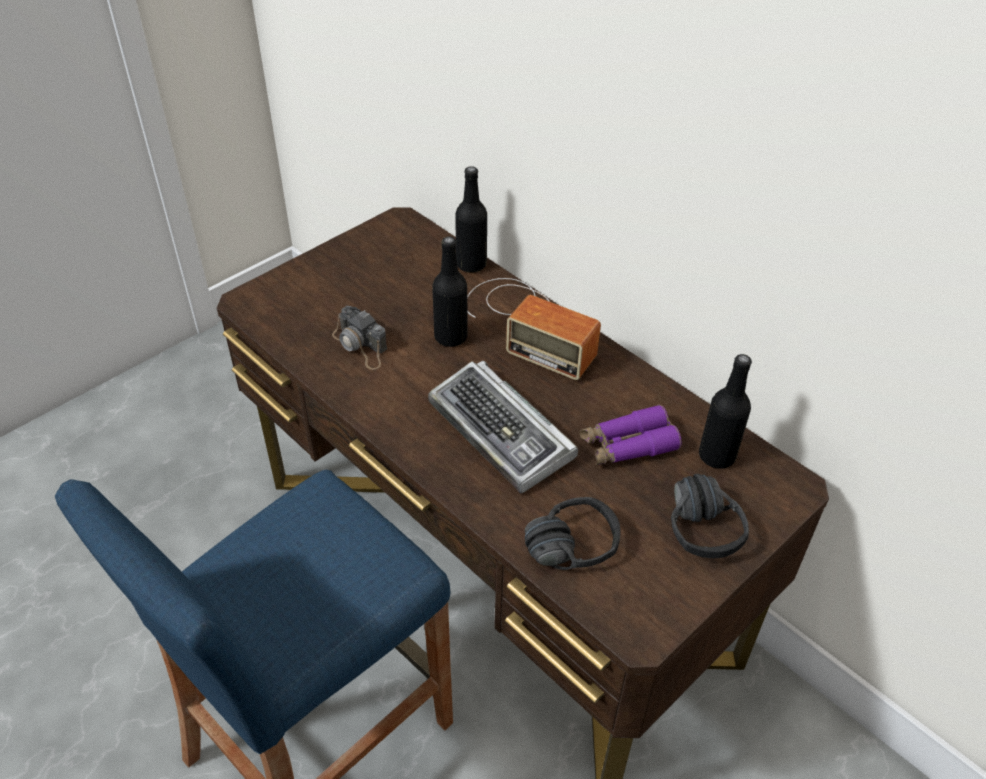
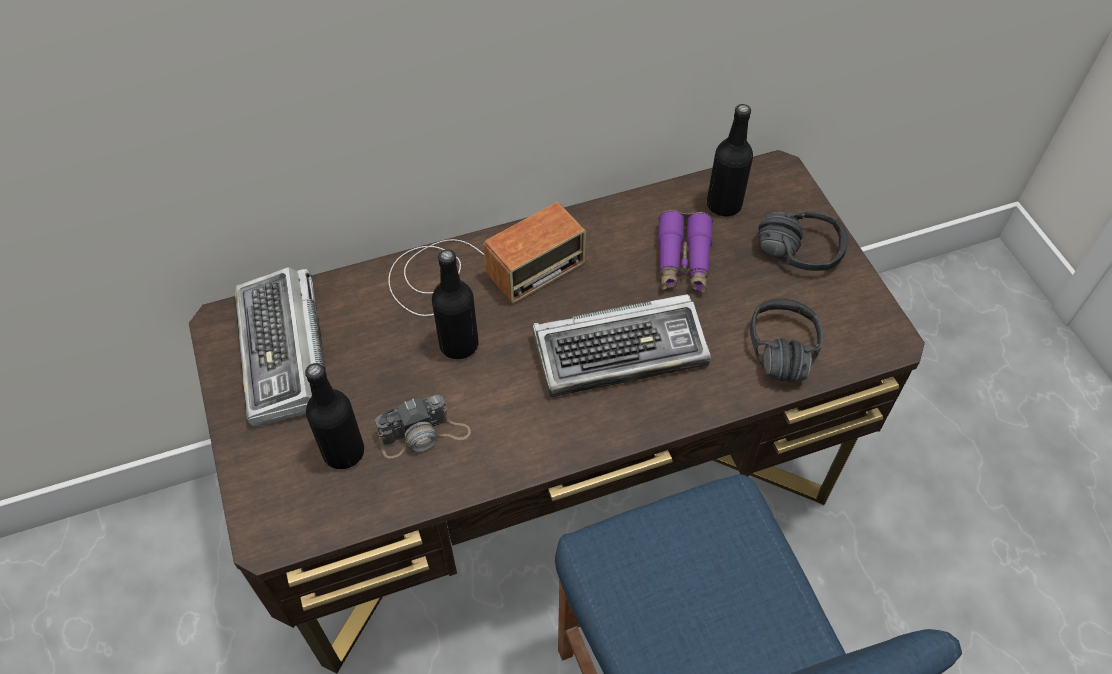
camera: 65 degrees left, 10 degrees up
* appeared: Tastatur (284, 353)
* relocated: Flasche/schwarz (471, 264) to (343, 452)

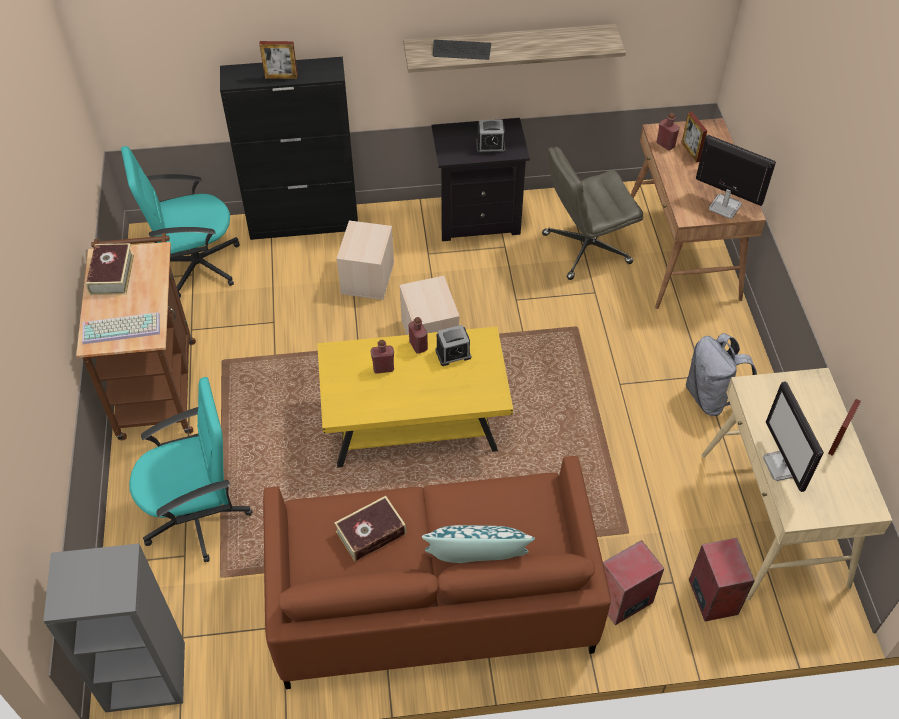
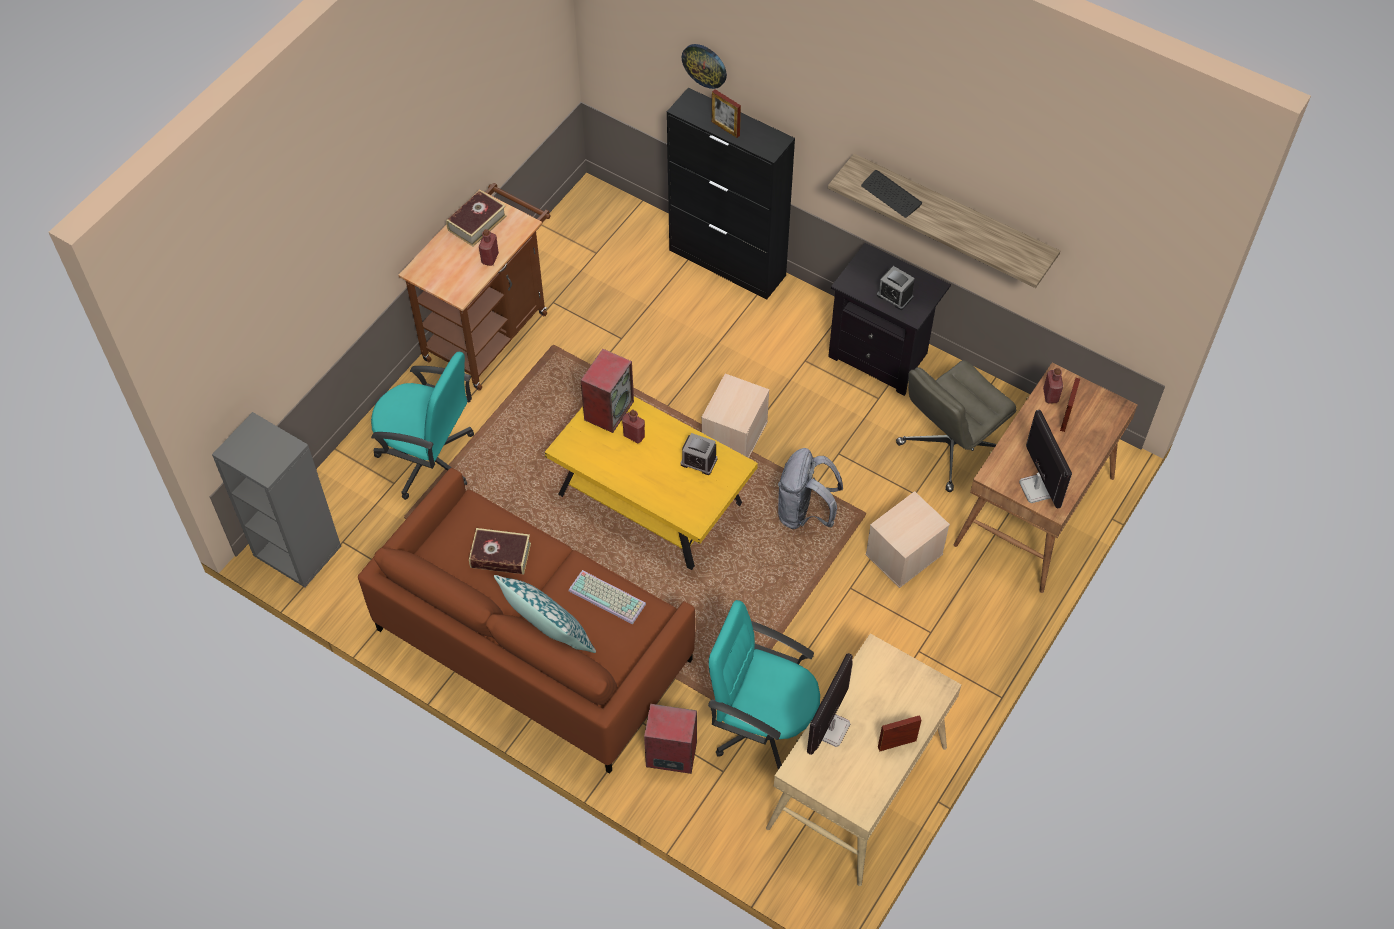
camera: 40 degrees right, 5 degrees up
* relocated: Flasche/rot (418, 346) to (490, 258)
* relocated: Tastatur (122, 327) to (608, 596)
* relocated: Lautsprecher (712, 596) to (608, 410)
* appeared: Wanduhr (705, 65)
* relocated: Bürostuhl/türkis (196, 265) to (763, 725)
* relocated: Rucksack/grau (711, 397) to (805, 513)
* relocated: Aufbewahrungsbox/beige (368, 278) to (904, 555)
* spun: Bürostuhl/grau (585, 249) = (949, 448) 60 degrees counterclockwise

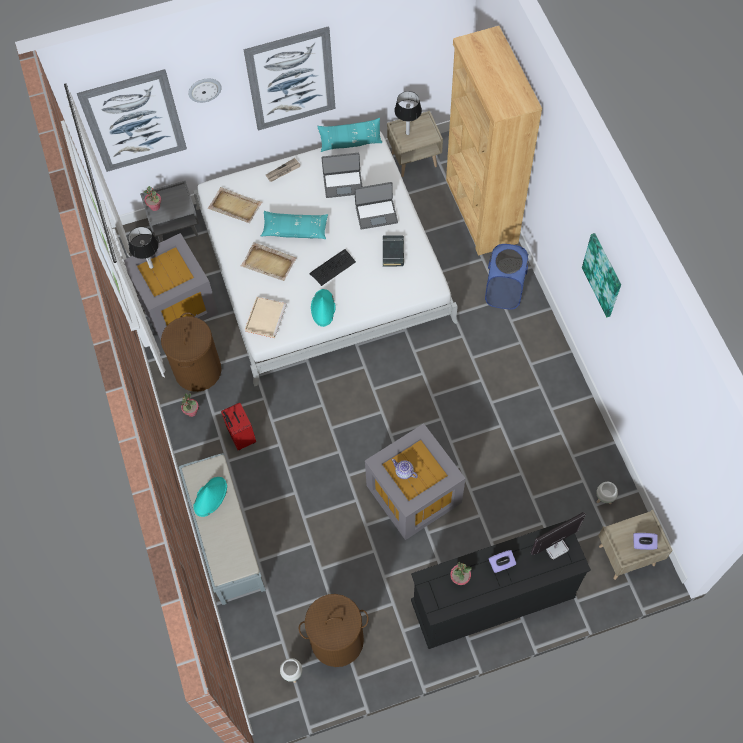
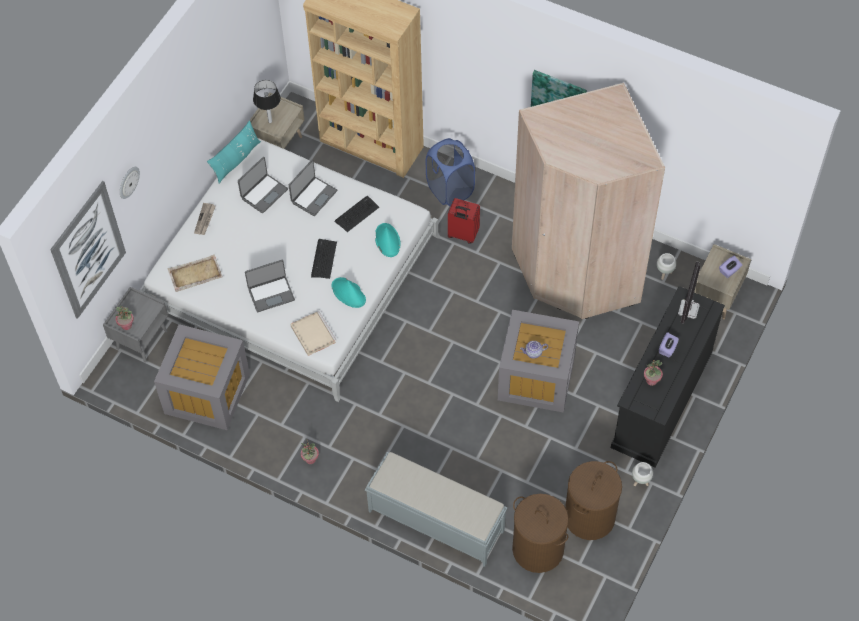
camera: 45 degrees left, 5 degrees down
* exchanged: Tablett/beige (269, 263) to Laptop (271, 293)
* exchanged: Buch/schwarz (393, 252) to Tastatur (356, 214)
* relocated: Hut/türkis (210, 496) to (387, 240)
* relocated: Koffer/rot (241, 437) to (462, 235)
* appeared: Kleiderschrank/beige (577, 273)
* relocated: Wäschekorb/braun (197, 370) to (537, 549)
* relocated: Pflanzkübel/weiß (292, 674) to (640, 482)
* missing: Tischlampe (151, 266)
* missing: Bild (291, 79)
* missing: Kissen/türkis (295, 229)

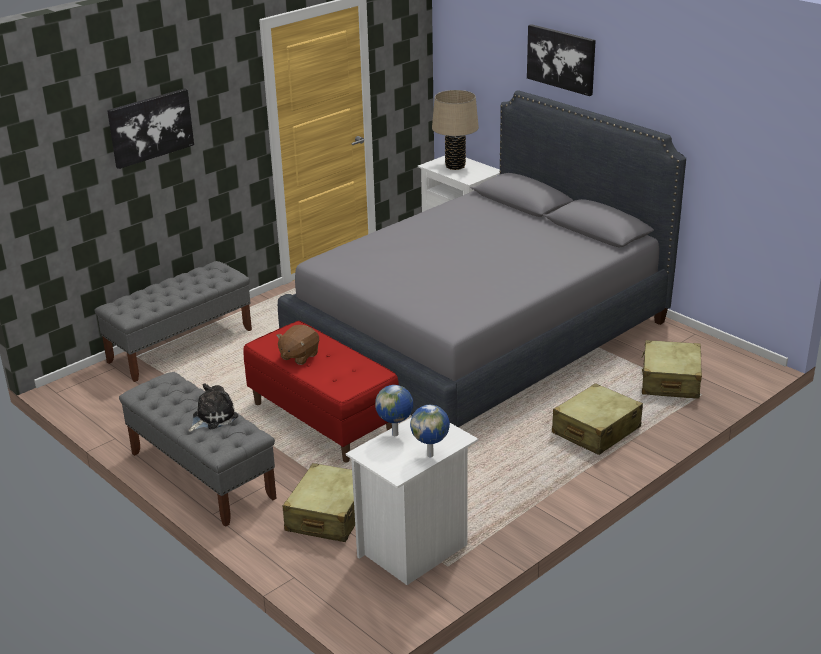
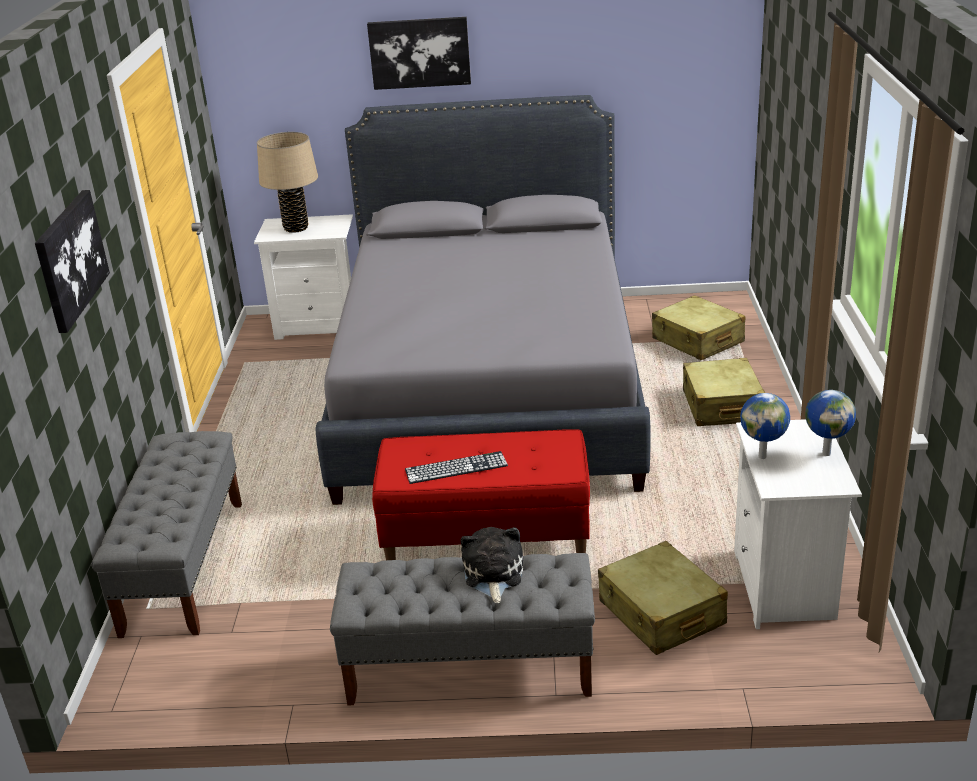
camera: 45 degrees left, 0 degrees up
* exchanged: Plüschtier/braun (299, 356) to Tastatur (456, 467)

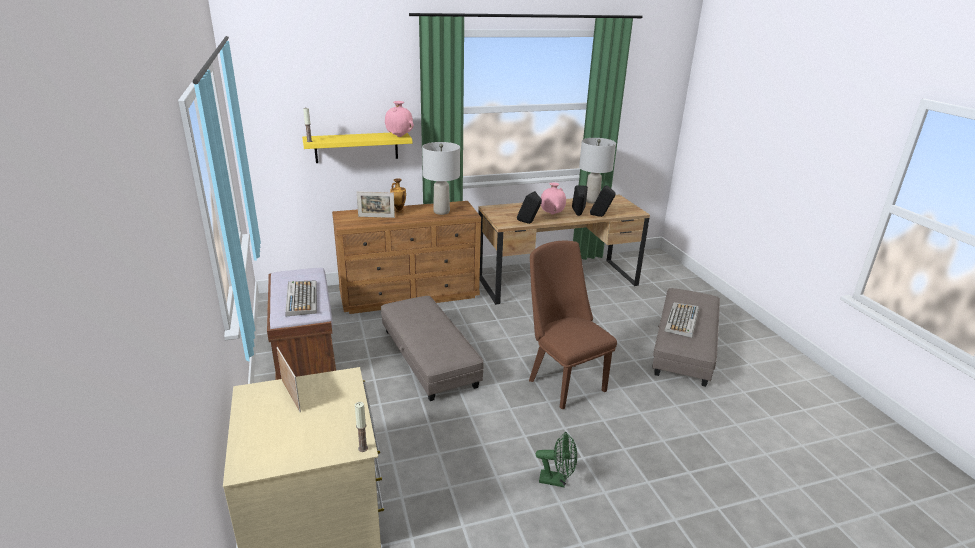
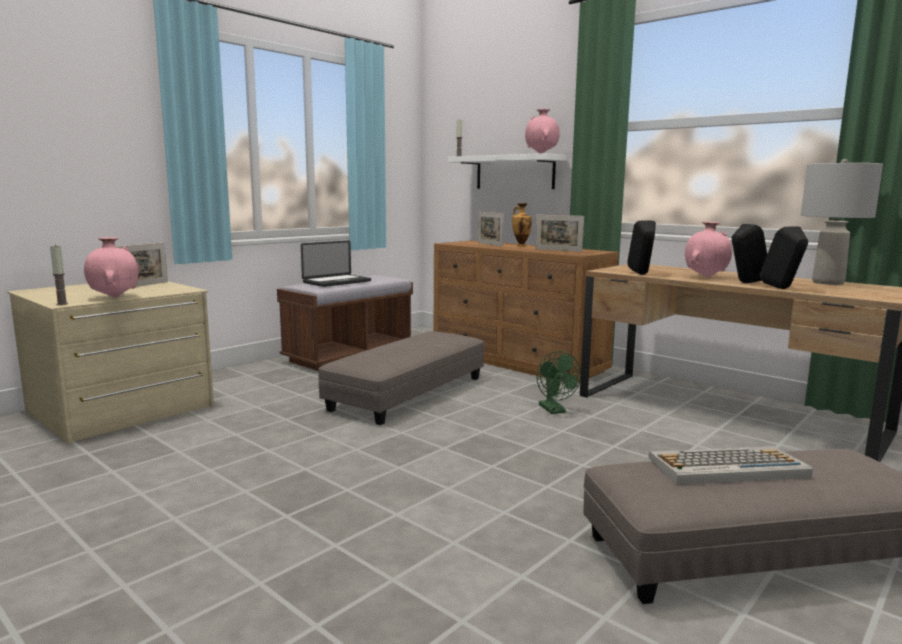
camera: 60 degrees right, 15 degrees down
* appeared: Vase/rosa (114, 297)
* exchanged: Tastatur (301, 298) to Laptop (337, 282)
* colour: Wandregal/gelb (356, 147) to Wandregal/weiß (514, 172)
* exchanged: Tischlampe/grau (441, 211) to Bilderrahmen (558, 250)
* relocated: Ventilator/grün (557, 480) to (554, 410)
* missing: Stuhl/braun (563, 381)

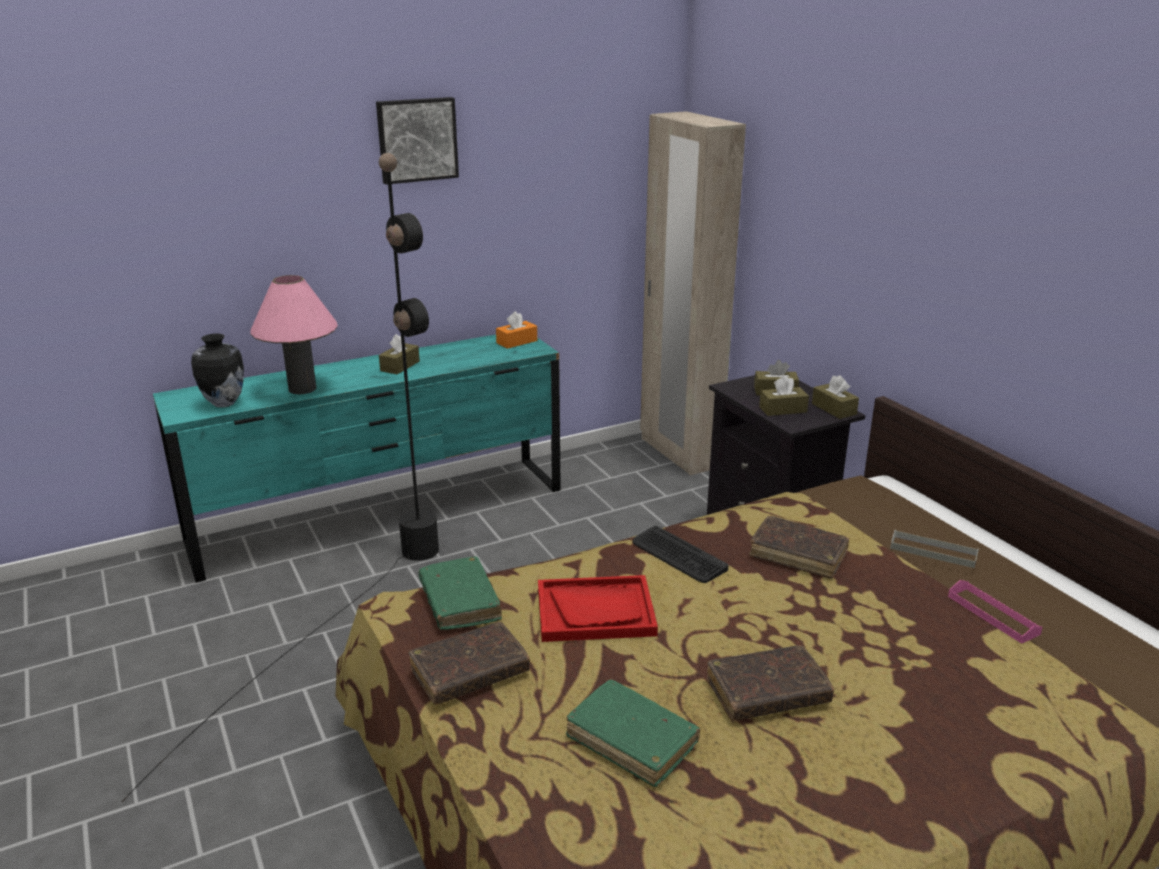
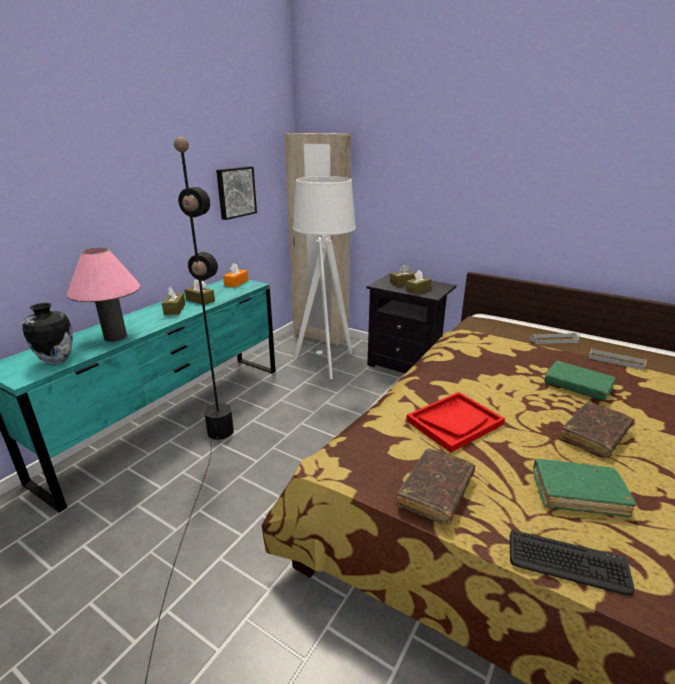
camera: 30 degrees left, 0 degrees up
* relocated: Taschentuchbox/braun (834, 409) to (200, 300)
* relocated: Bild (417, 140) to (235, 192)
* appeared: Stehlampe/weiß (326, 362)
* relocated: Tastatur (678, 555) to (567, 563)
* relocated: Buch/grün (459, 602) to (577, 386)
* colour: Tablett/rosa (992, 615) to Tablett/grau (616, 361)
* missing: Buch/braun (798, 555)

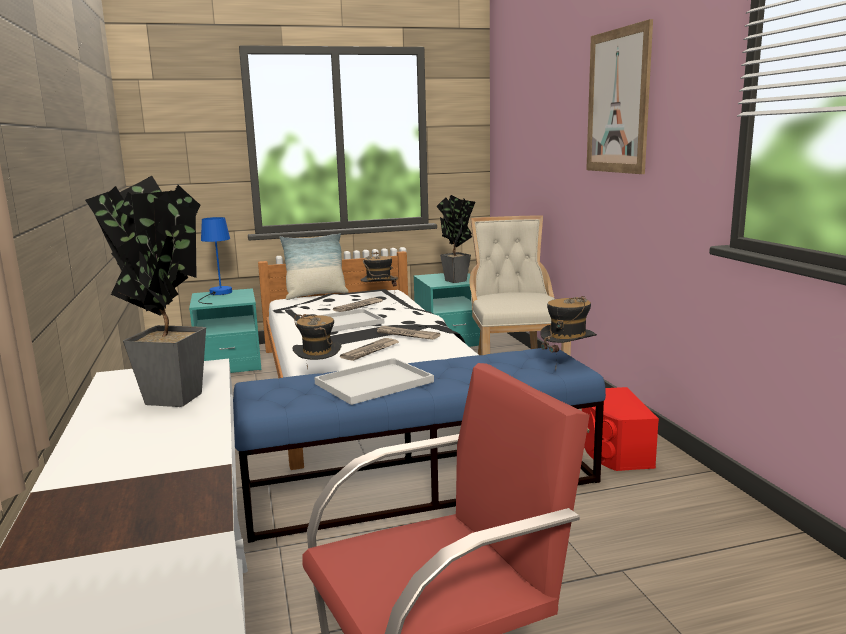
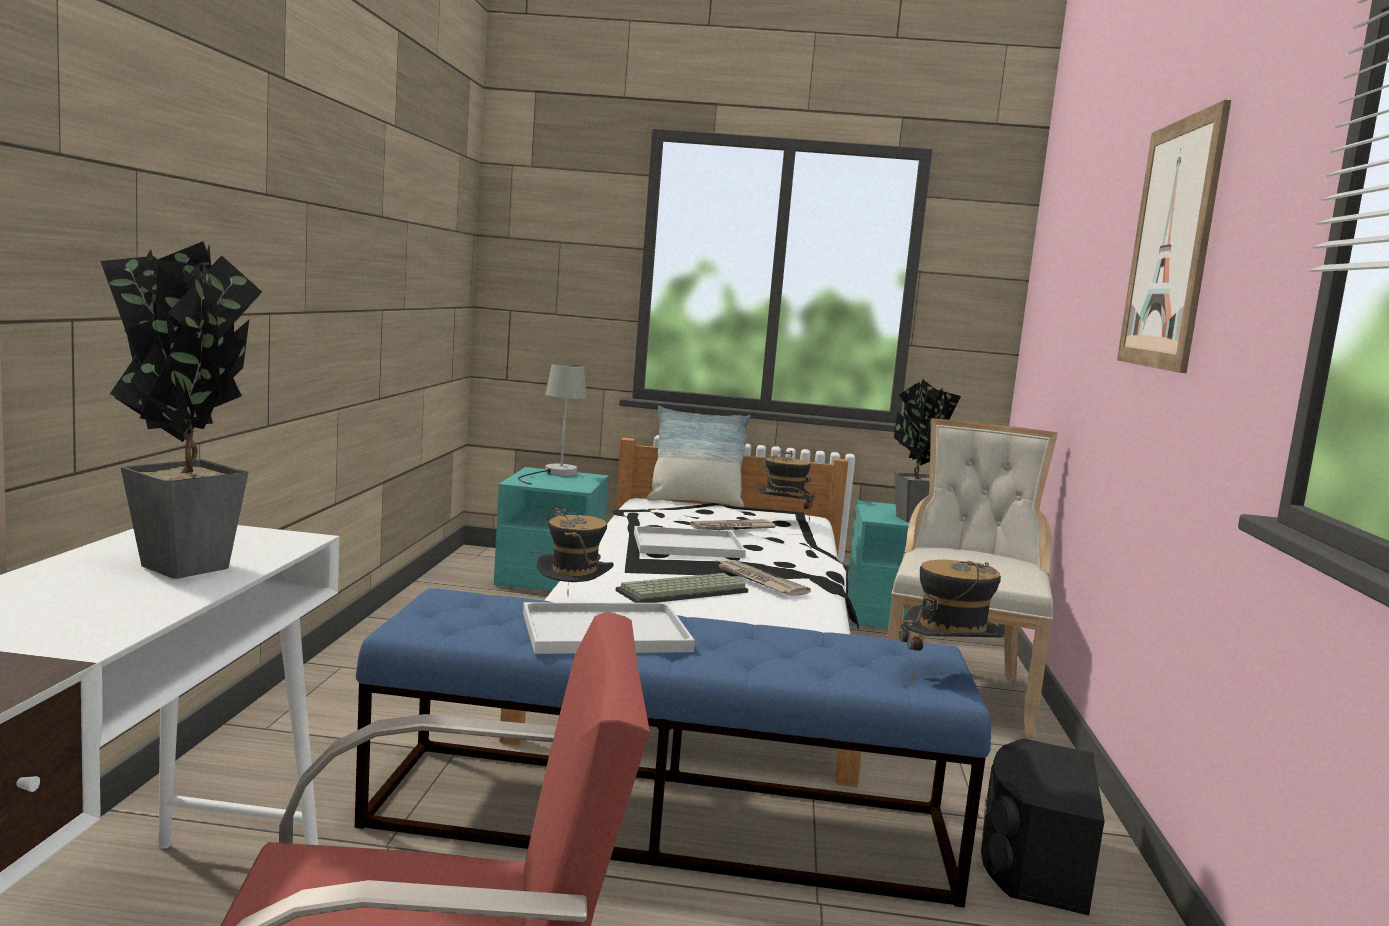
camera: 20 degrees right, 5 degrees down
* colour: Tischlampe/blau (217, 294) to Tischlampe/grau (554, 474)
* exchanged: Zeitung (370, 351) to Tastatur (682, 592)
* colour: Lautsprecher/rot (613, 450) to Lautsprecher/schwarz (1033, 861)

